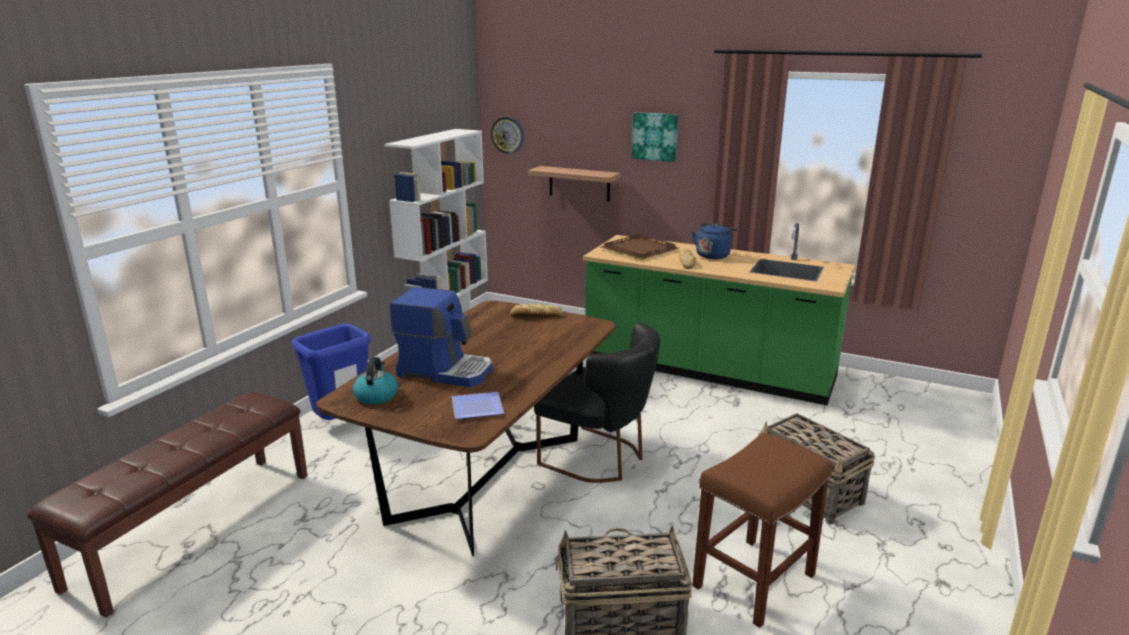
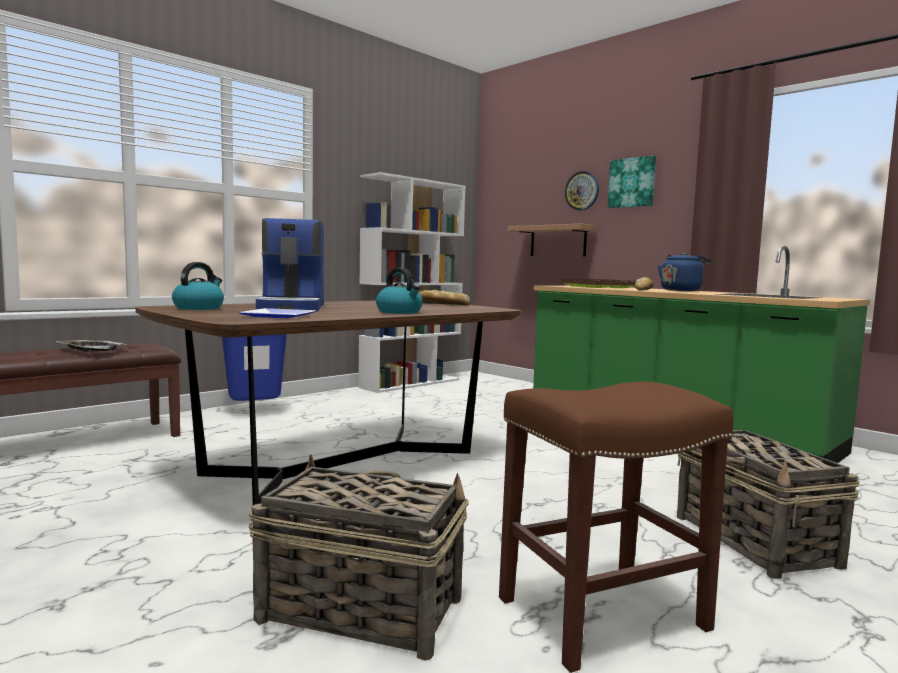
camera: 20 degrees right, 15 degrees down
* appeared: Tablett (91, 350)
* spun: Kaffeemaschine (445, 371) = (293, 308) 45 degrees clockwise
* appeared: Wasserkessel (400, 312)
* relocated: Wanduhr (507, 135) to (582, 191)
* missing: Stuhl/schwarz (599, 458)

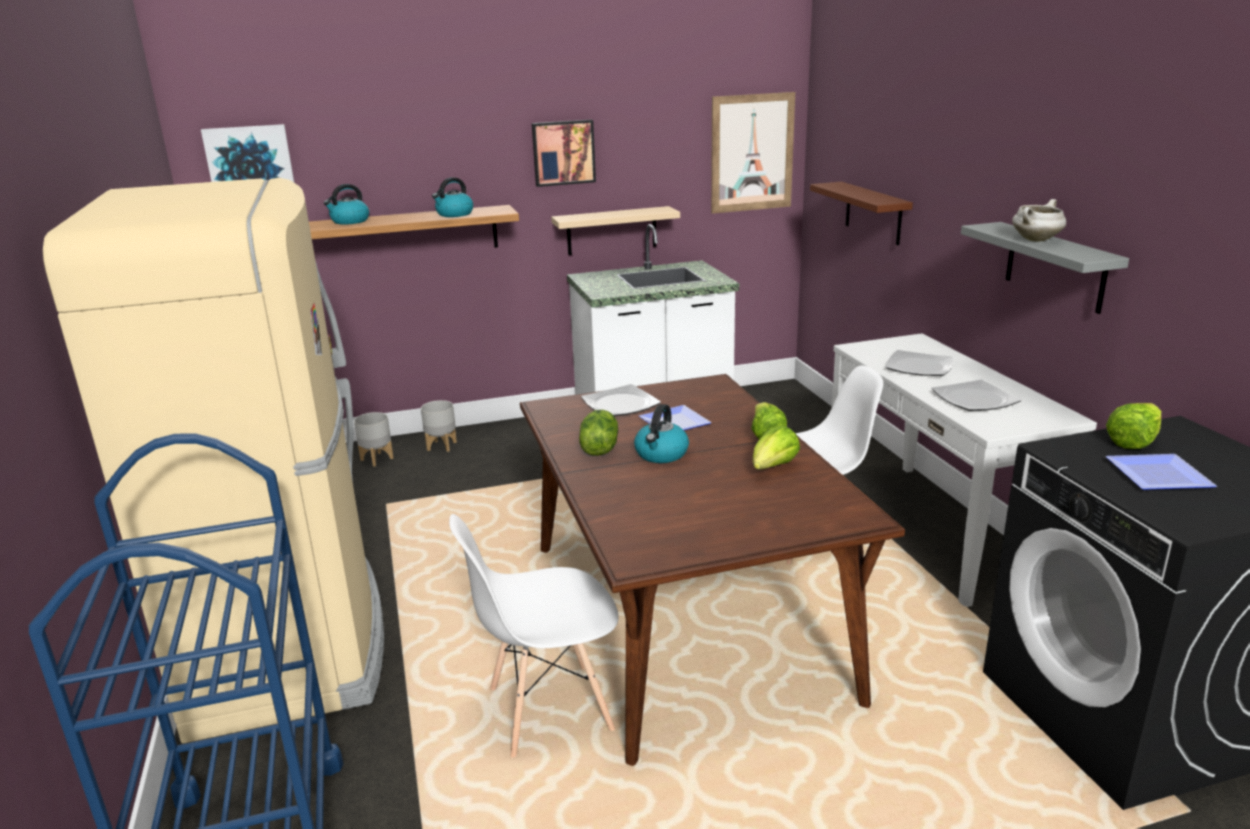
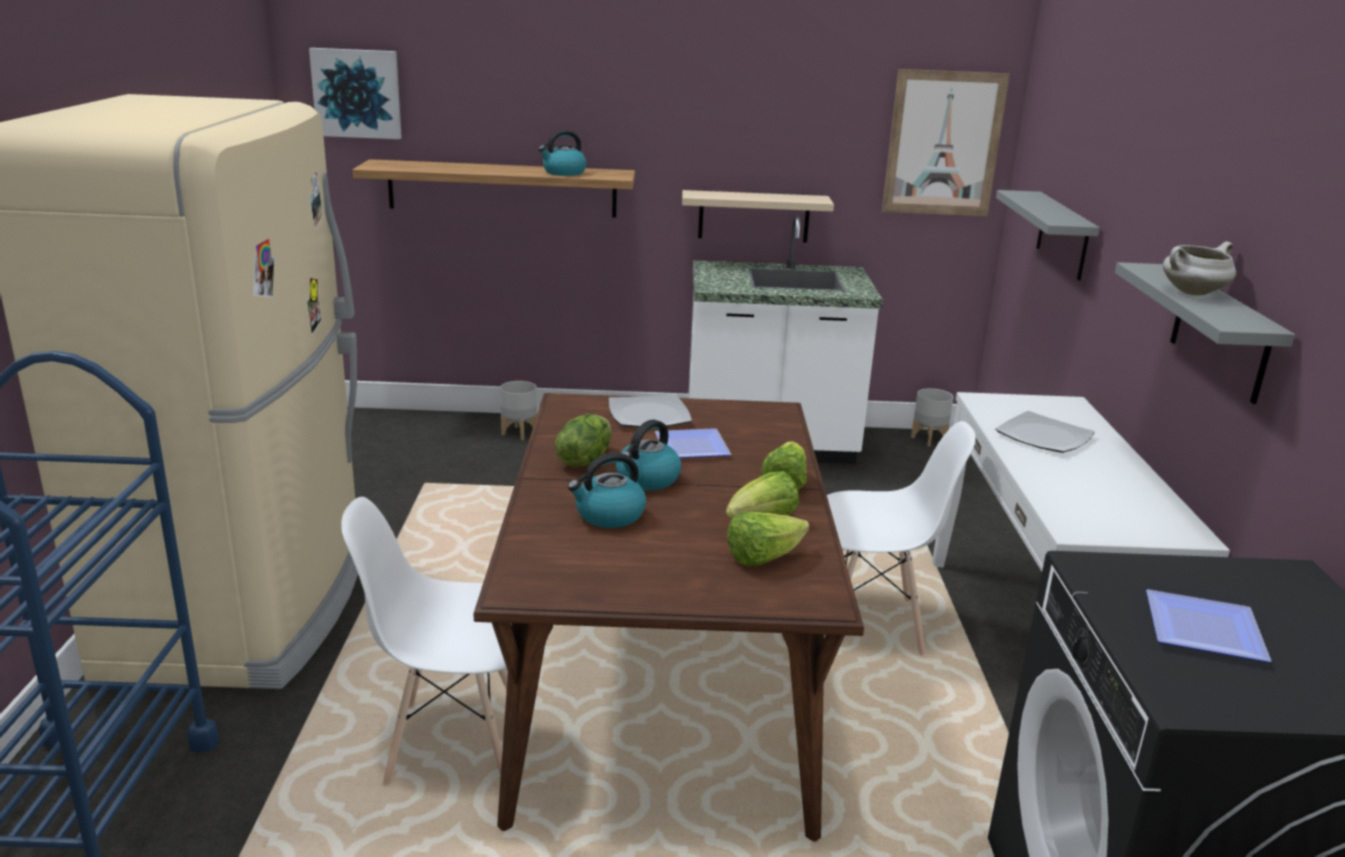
camera: 15 degrees right, 0 degrees up
* relocated: Wasserkessel (349, 221) to (609, 515)
* relocated: Salatkopf (1133, 442) to (763, 558)
* relocated: Pflanzkübel/grau (377, 459) to (929, 439)
* colour: Wandregal/braun (873, 213) to Wandregal/grau (1063, 235)
* missing: Bild (563, 152)
* missing: Teller (974, 399)

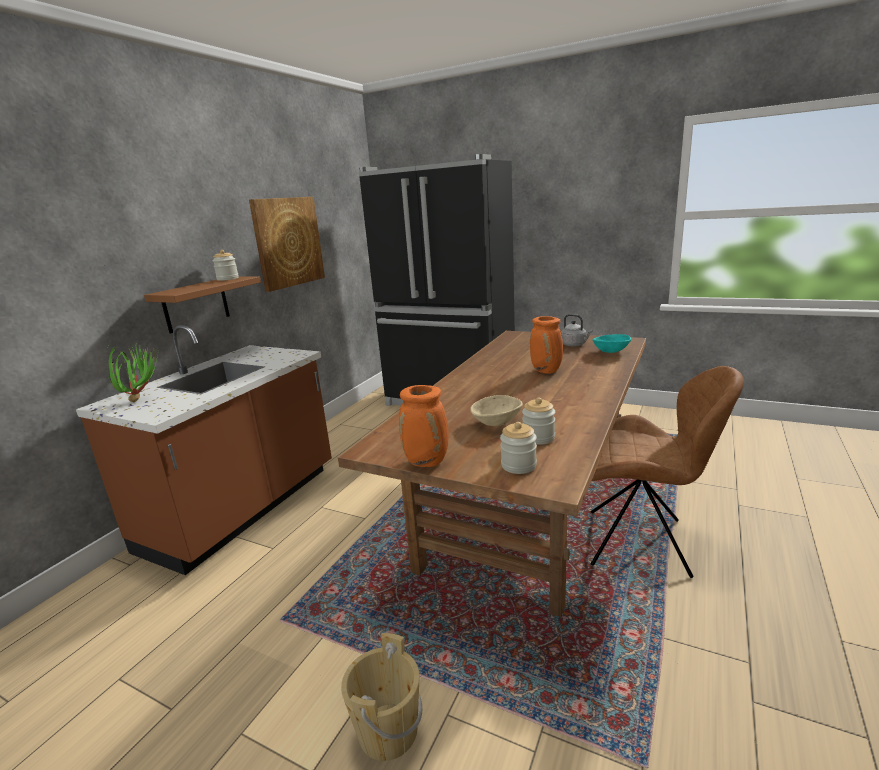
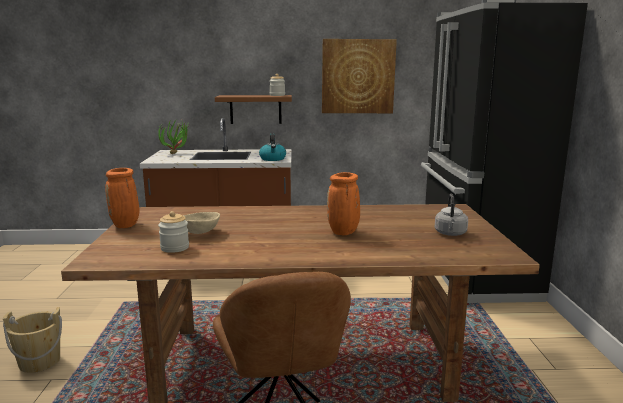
camera: 60 degrees right, 5 degrees down
* appeared: Wasserkessel (273, 159)
* missing: Vorratsglas (518, 465)
* missing: Schüssel/türkis (610, 352)

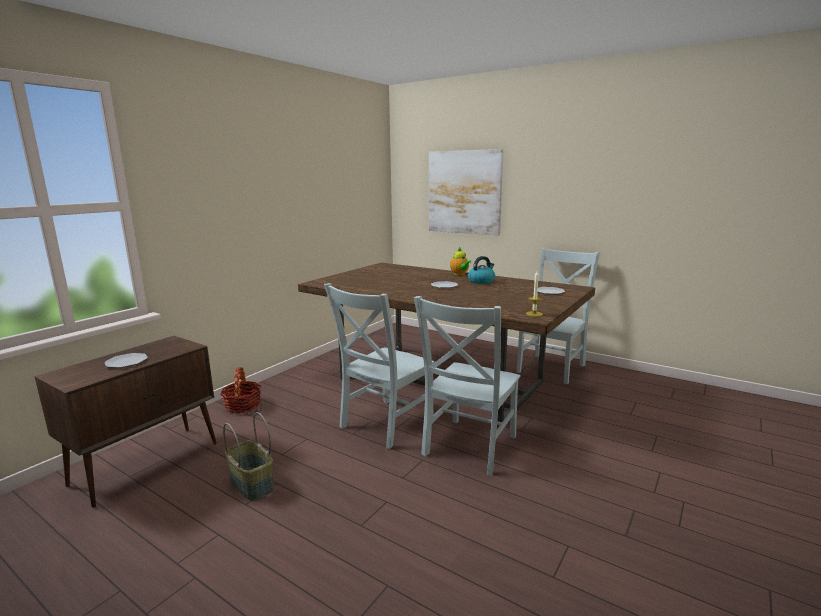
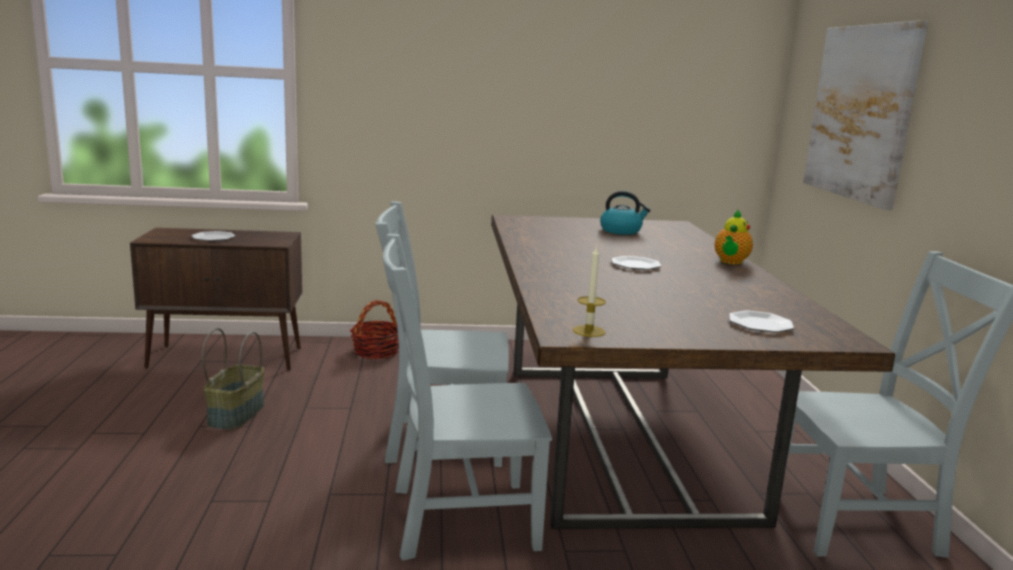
camera: 50 degrees right, 0 degrees up
* relocated: Wasserkessel (481, 281) to (621, 231)

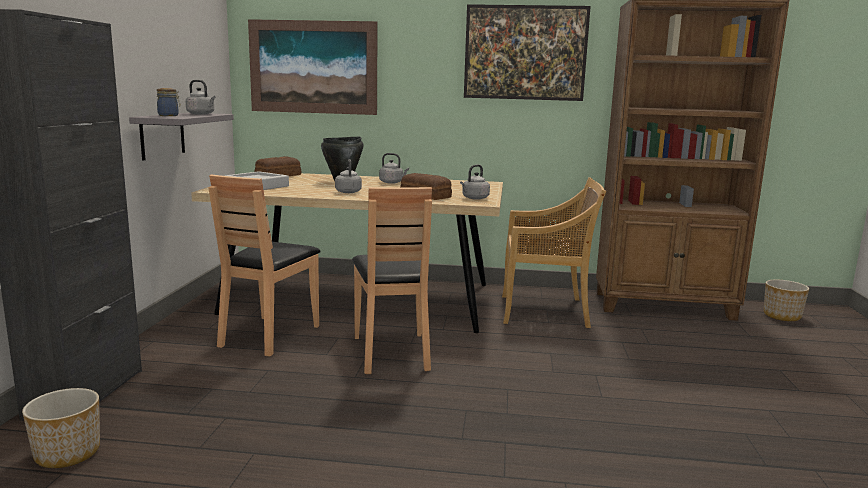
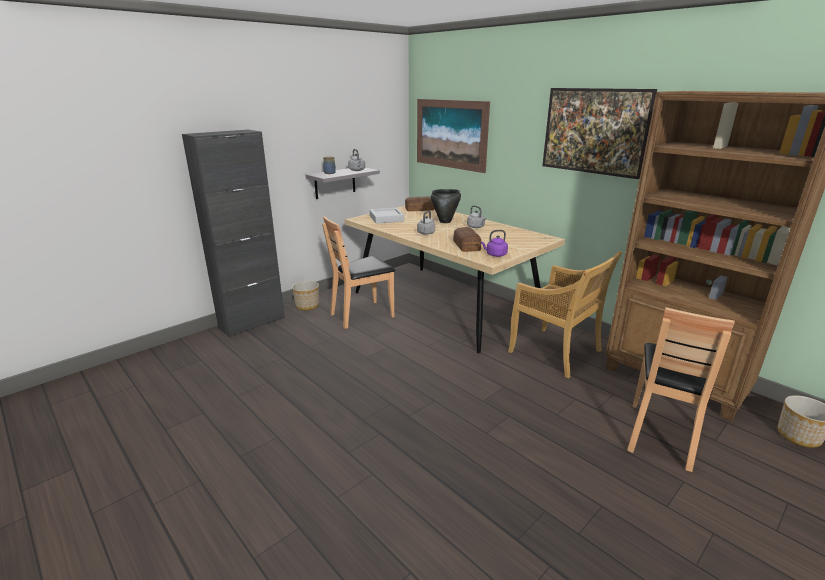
camera: 40 degrees right, 10 degrees up
* relocated: Pflanzkübel (67, 453) to (307, 306)
* colour: Wasserkessel/grau (474, 198) to Wasserkessel/lila (495, 255)
* relocated: Stuhl/braun (392, 352) to (661, 435)

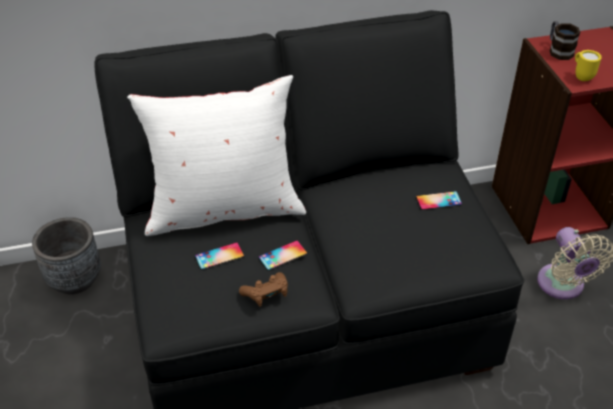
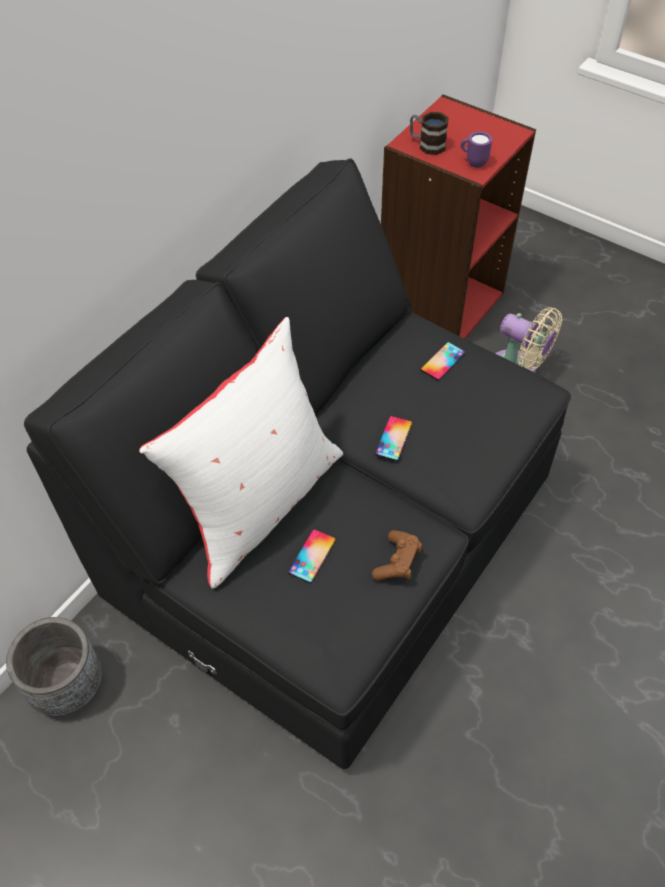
camera: 40 degrees left, 10 degrees up
* relocated: Handy (282, 255) to (393, 438)
* colour: Henkelbecher/gelb (581, 76) to Henkelbecher/lila (473, 163)

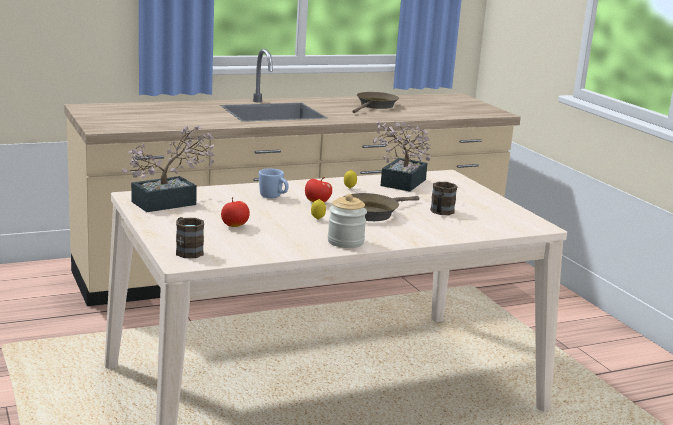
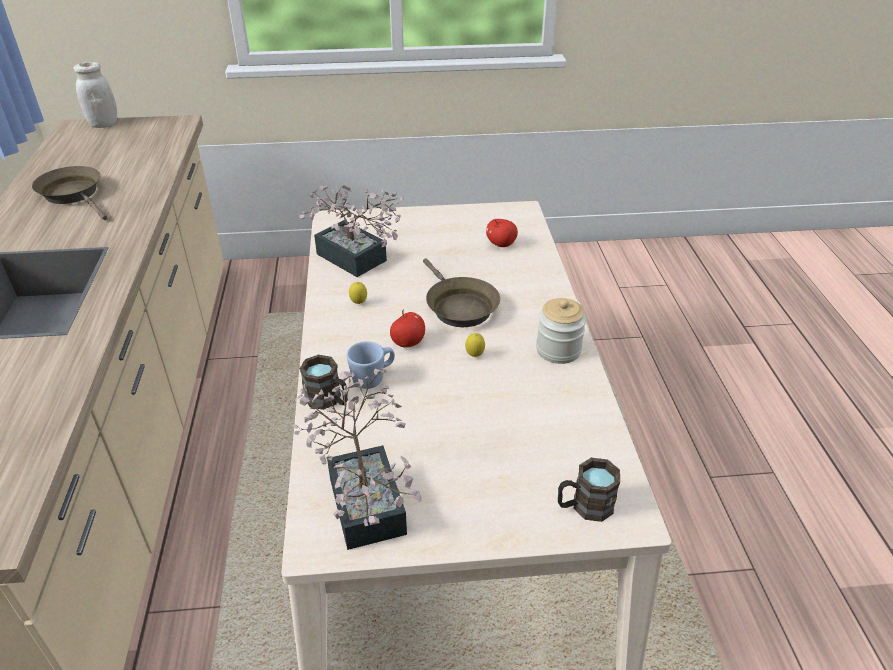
camera: 70 degrees left, 20 degrees up
* appeared: Vorratsglas/weiß (104, 124)
* relocated: Henkelbecher/braun (441, 212) to (328, 400)
* relocated: Apfel (235, 226) to (501, 244)

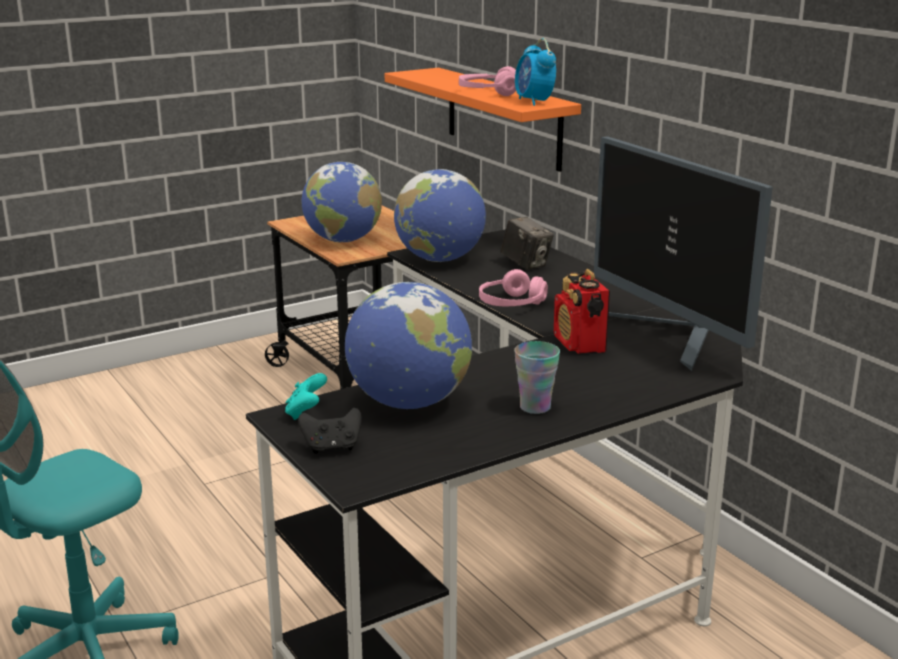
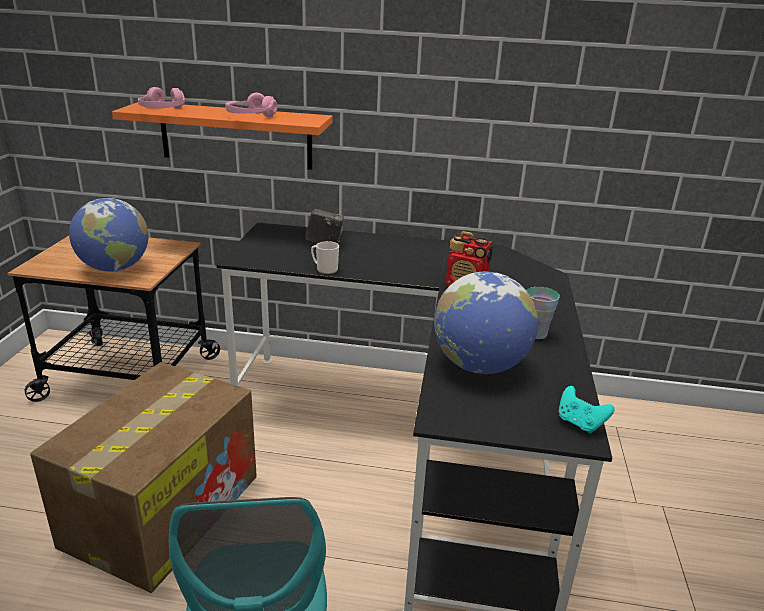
camera: 50 degrees left, 5 degrees up
* appeared: Karton (164, 508)
* relocated: Kopfhörer/rosa (511, 304) to (163, 110)
* appeared: Henkelbecher (325, 269)
* relocated: Gamepad/türkis (306, 412) to (580, 423)
* missing: Gamepad/schwarz (332, 447)
* missing: Globus (440, 259)
* missing: Wecker (534, 102)
* missing: Monitor (671, 337)

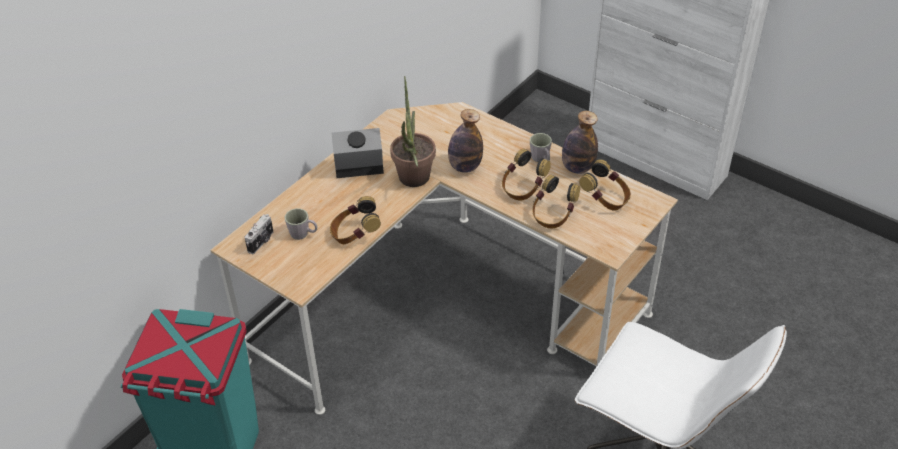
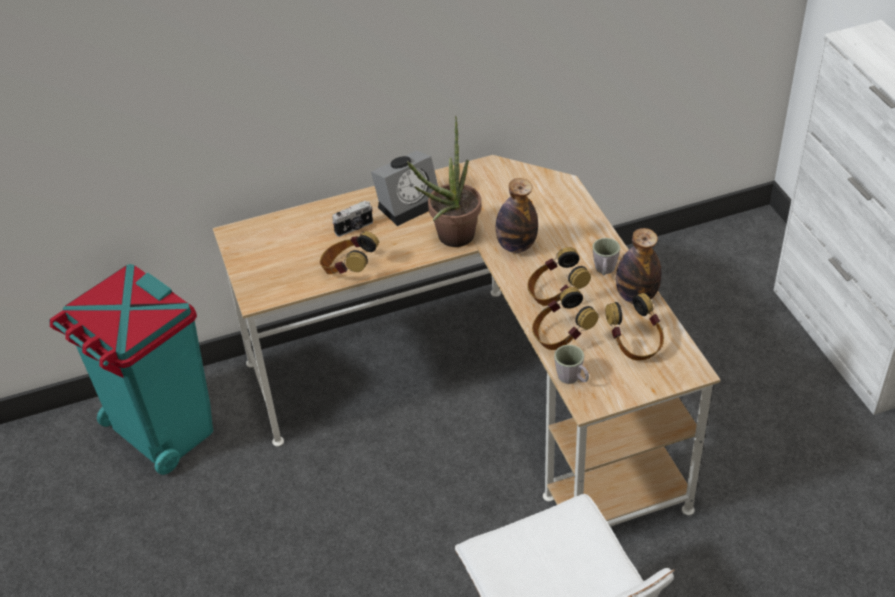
camera: 35 degrees right, 0 degrees up
* relocated: Kamera (261, 242) to (354, 228)
* spun: Wecker (357, 167) = (410, 203) 120 degrees clockwise
* relocated: Henkelbecher/grau (303, 234) to (572, 379)

